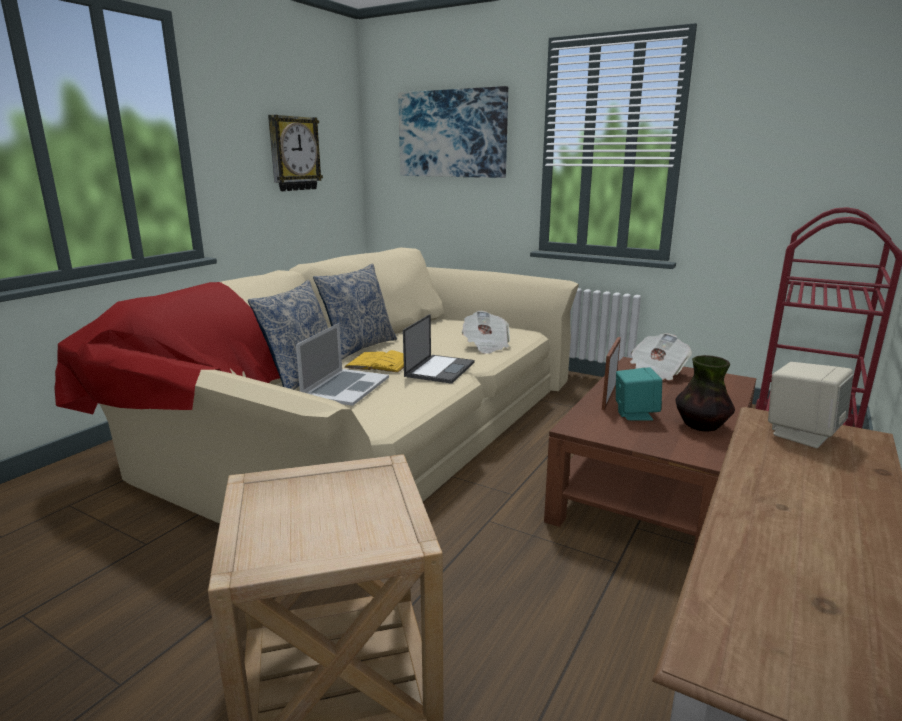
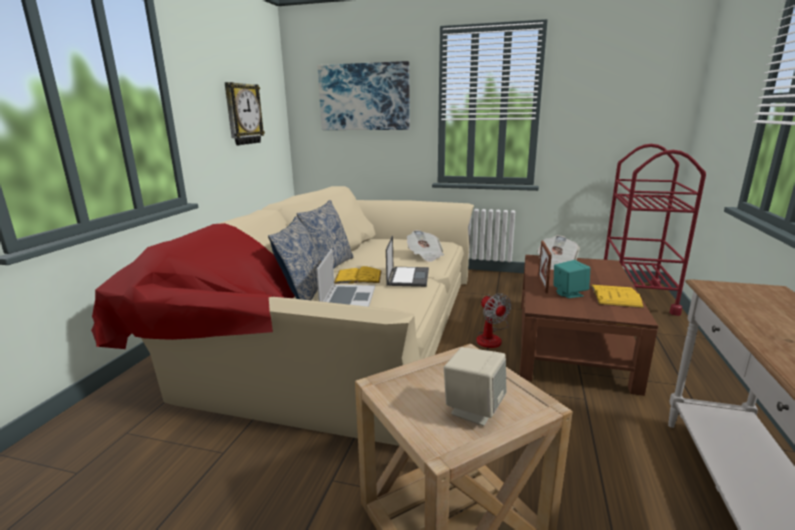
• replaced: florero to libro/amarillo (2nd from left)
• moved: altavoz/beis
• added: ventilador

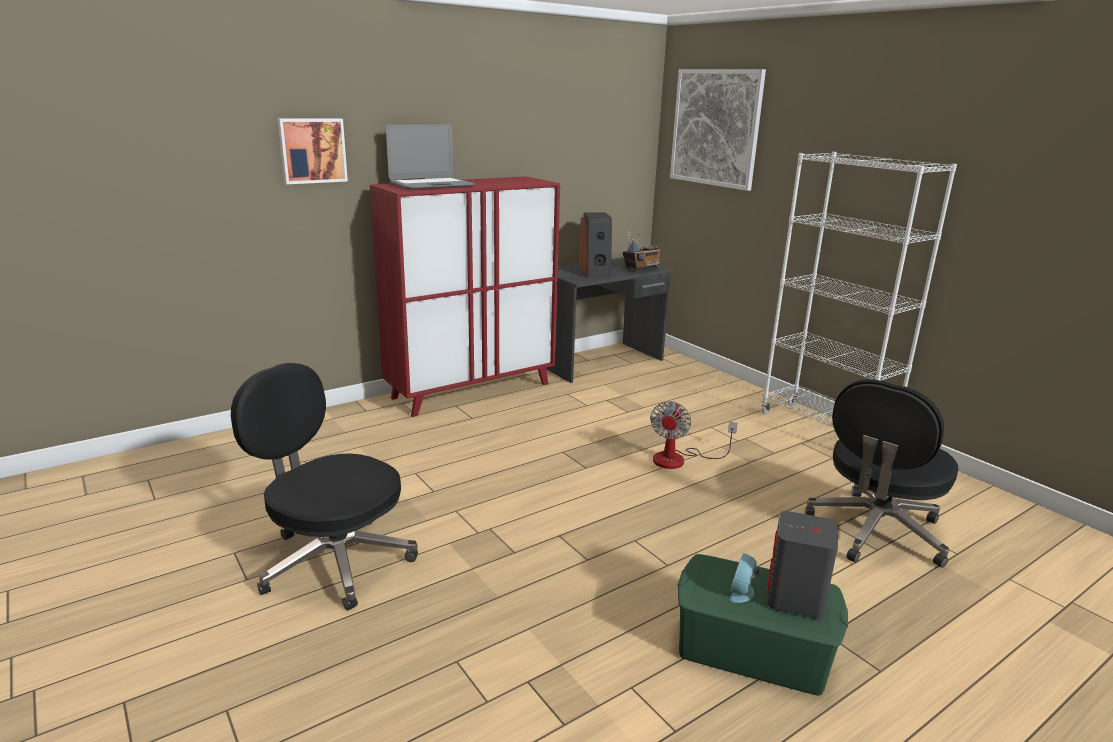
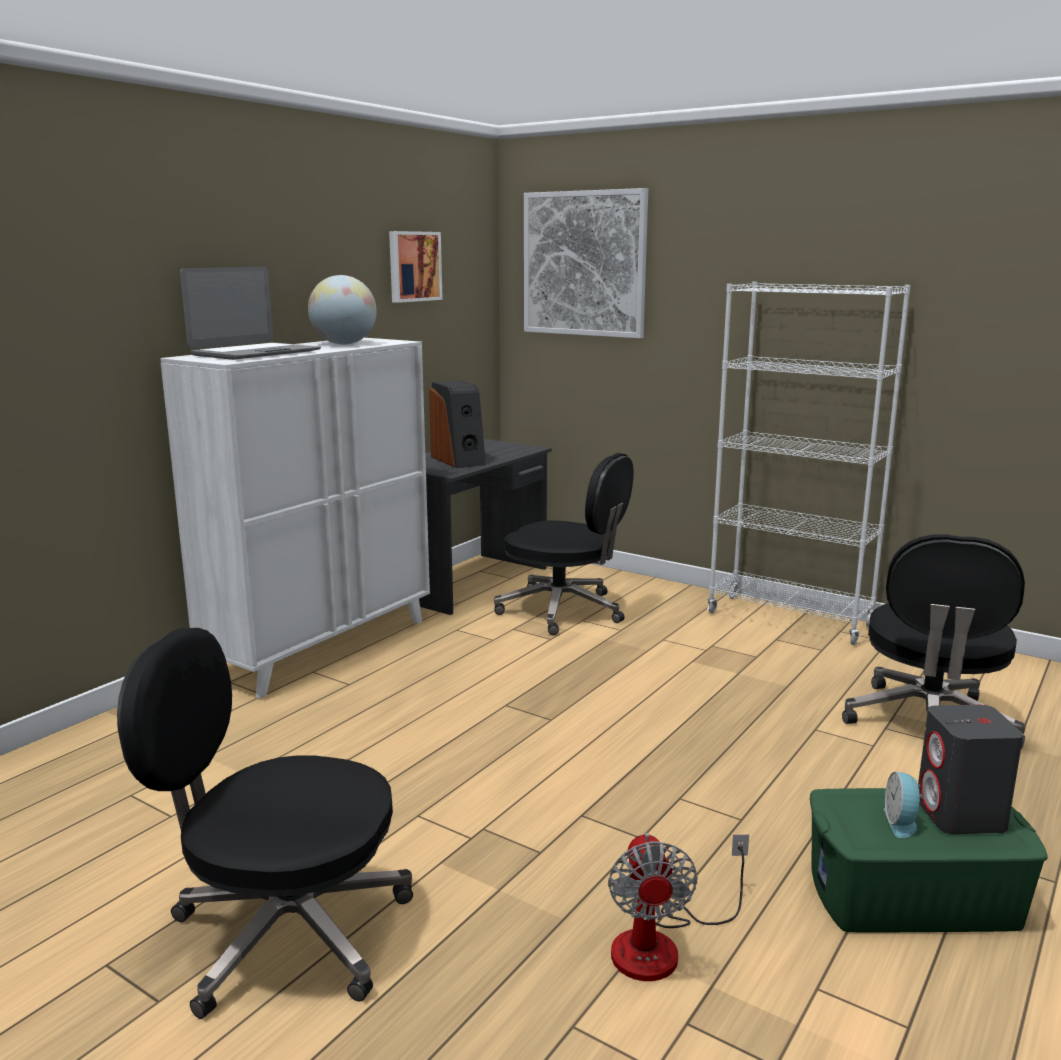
• moved: cuadro (1st from left)
• recoloured: armario/rojo to armario/blanco
• removed: radio
• moved: ventilador
• added: globo terráqueo
• added: silla de oficina/negro (2nd from left)

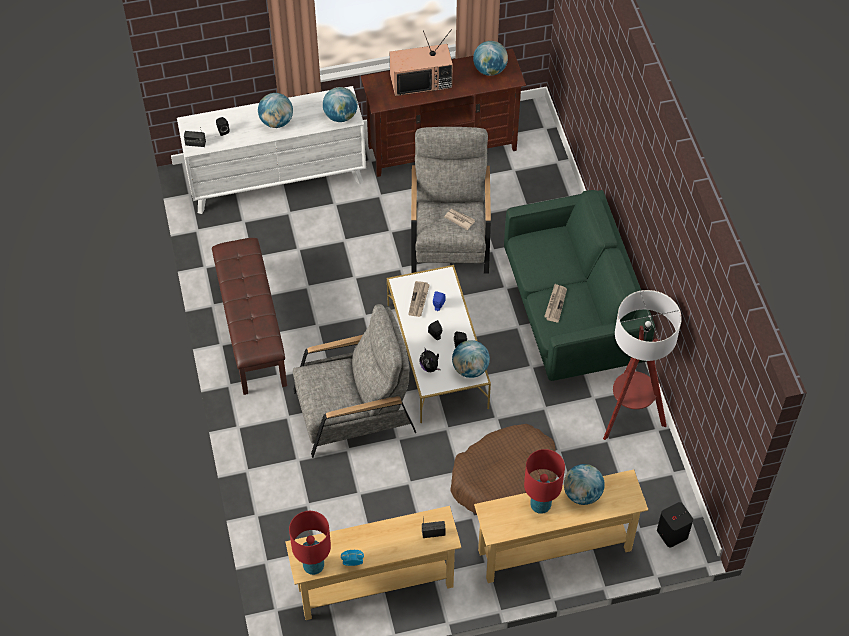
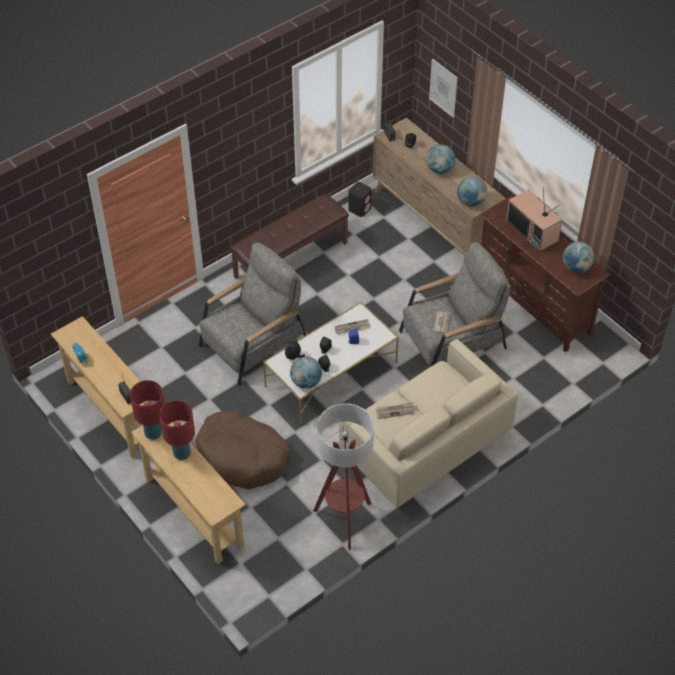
• recoloured: cómoda/blanco to cómoda/marrón
• moved: lámpara de mesa/rojo (1st from left)
• turned: sillón/gris (1st from left) 90 degrees counterclockwise
• recoloured: sofá/verde to sofá/beis
• removed: globo terráqueo (5th from left)
• moved: altavoz/negro (4th from left in the first image) to altavoz/negro (3rd from left)
• added: cuadro

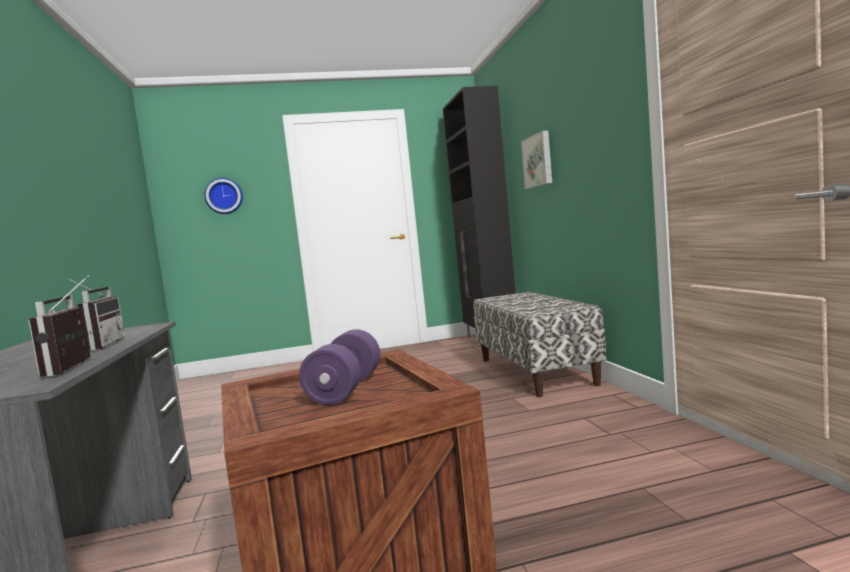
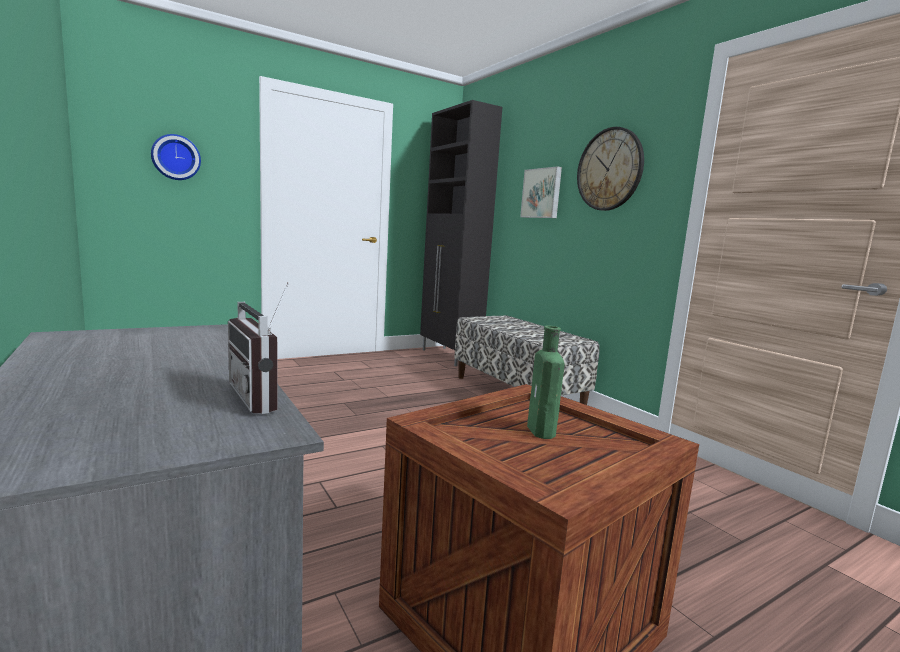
• removed: radio (2nd from left)
• replaced: mancuerna/morado to botella/verde
• added: reloj de pared (2nd from left)

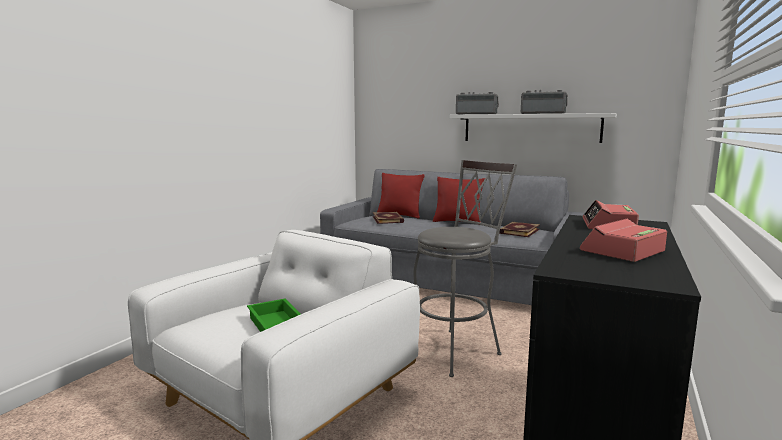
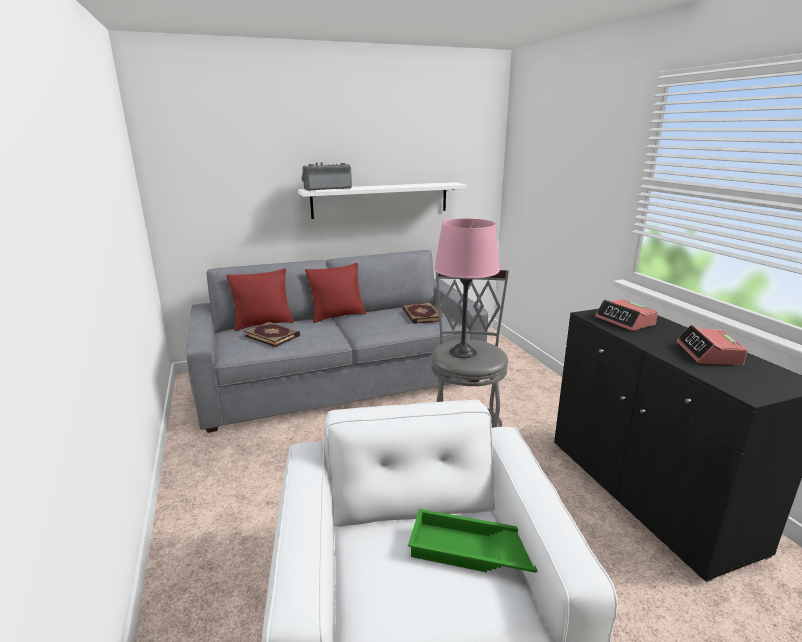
• removed: radio (2nd from left)
• added: lámpara de mesa/rosa

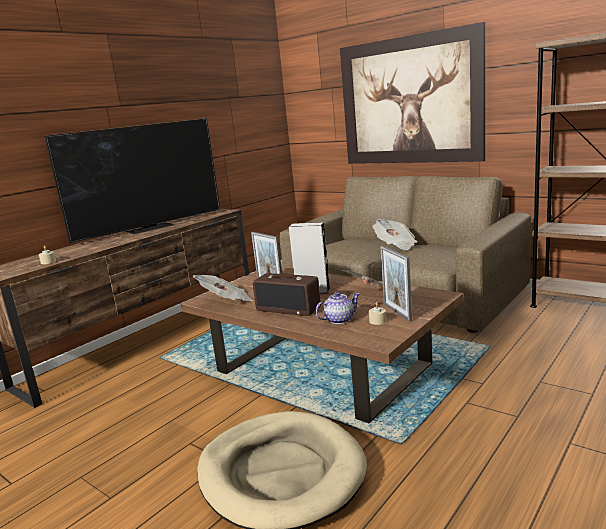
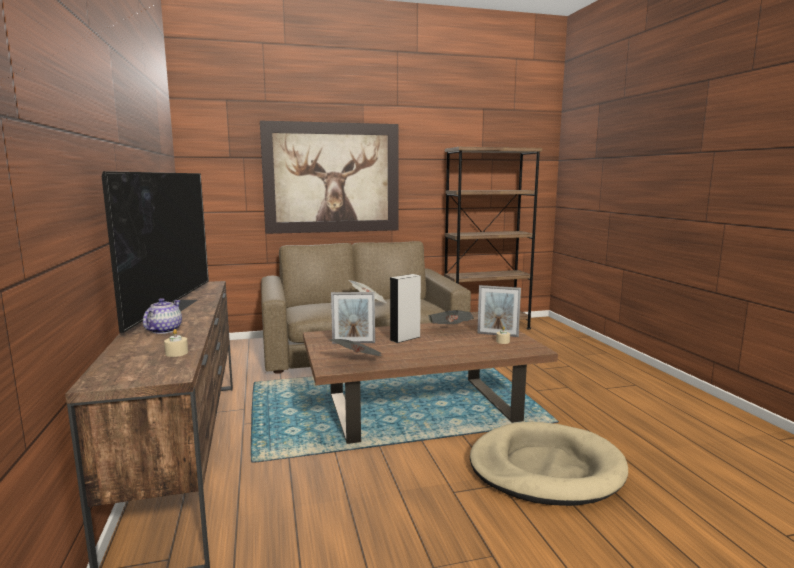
• removed: radio
• moved: tetera

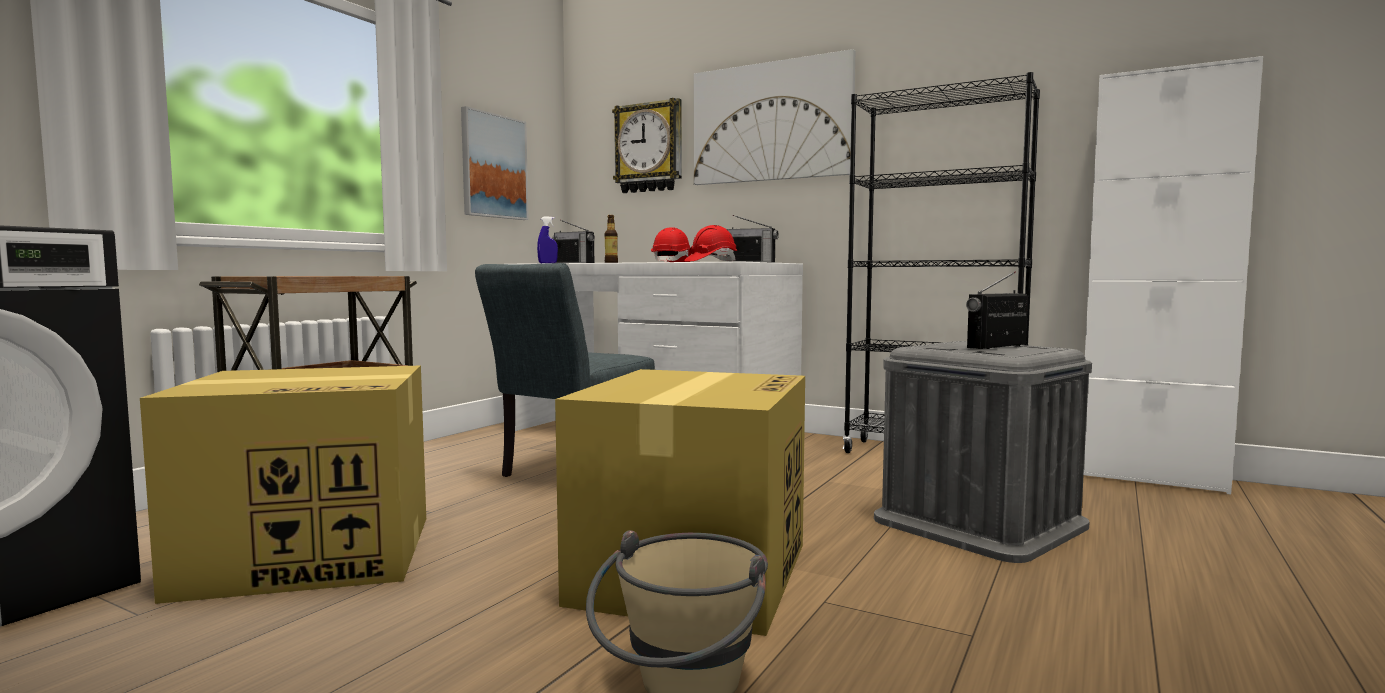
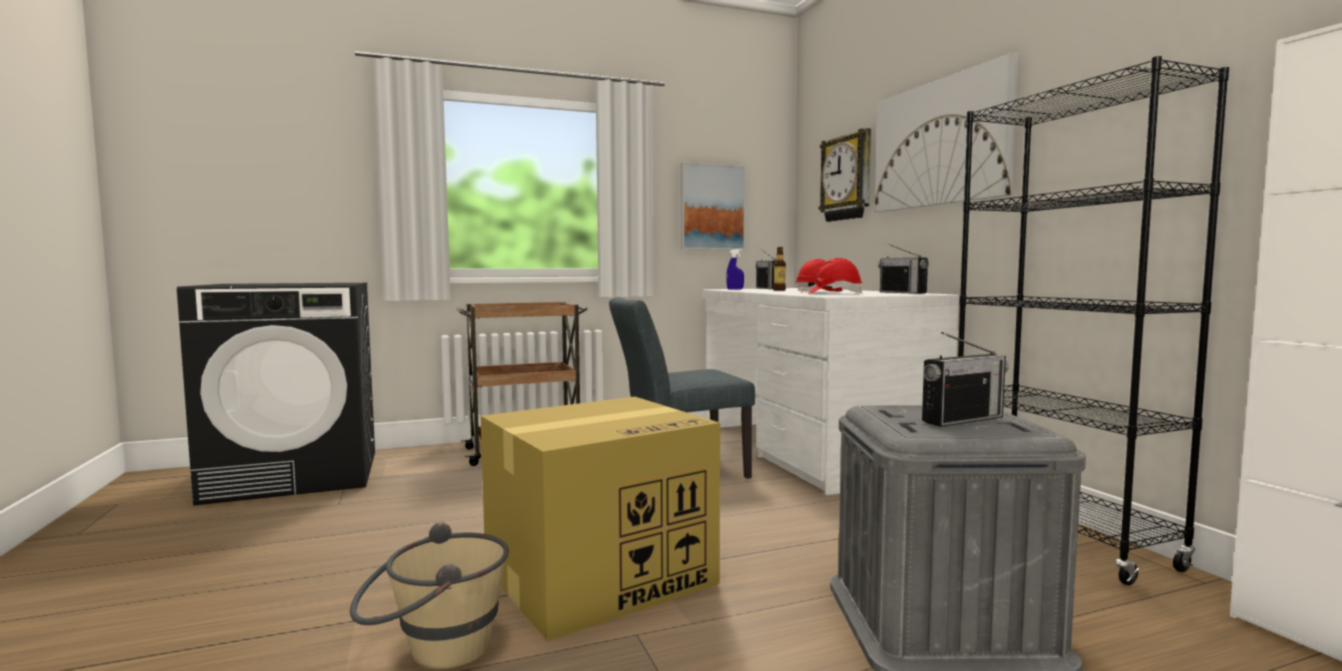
• removed: caja de cartón (1st from left)
• turned: radio (3rd from left) 150 degrees clockwise

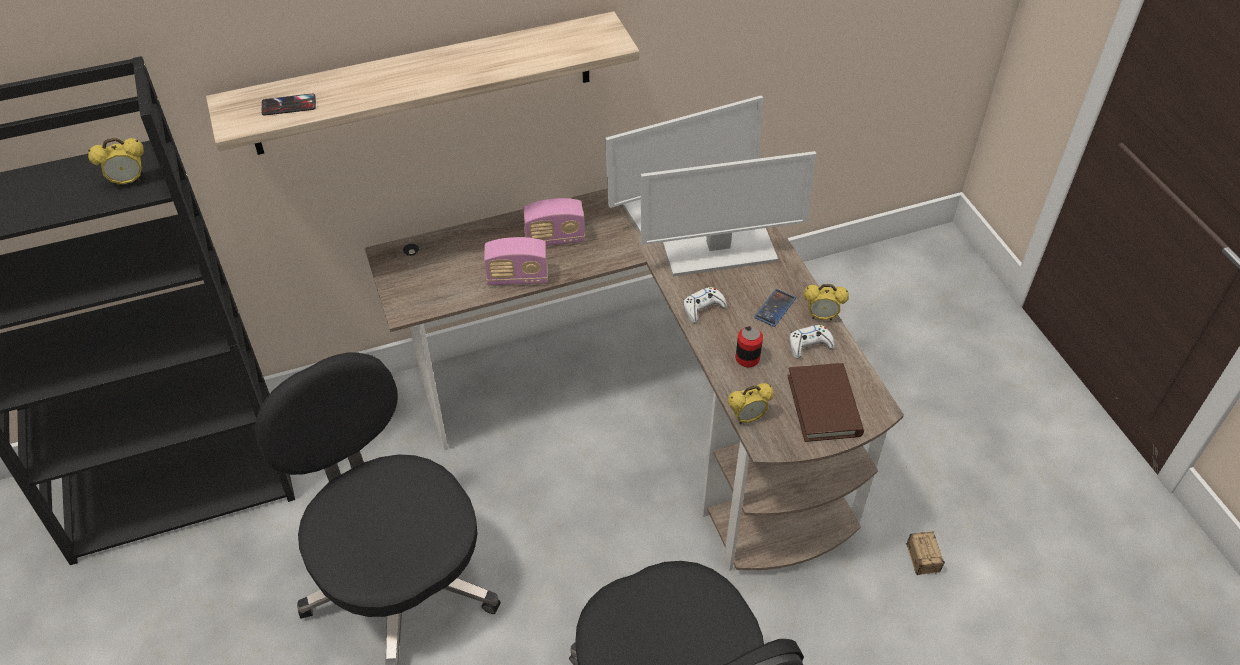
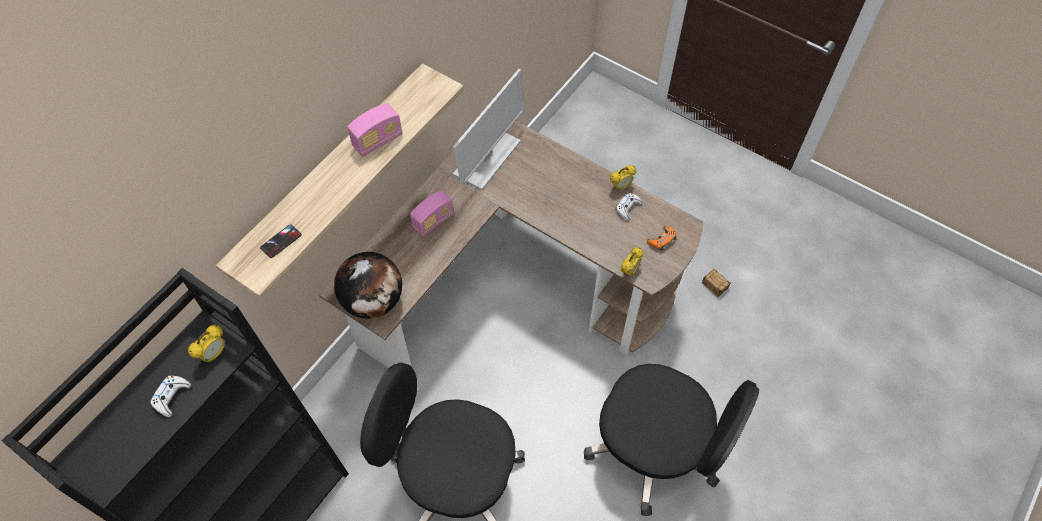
• moved: radio (1st from left)
• removed: monitor (2nd from left)
• moved: mando de consola/blanco (1st from left)
• removed: lata
• removed: móvil (2nd from left)
• replaced: libro/marrón to mando de consola/naranja
• added: globo terráqueo

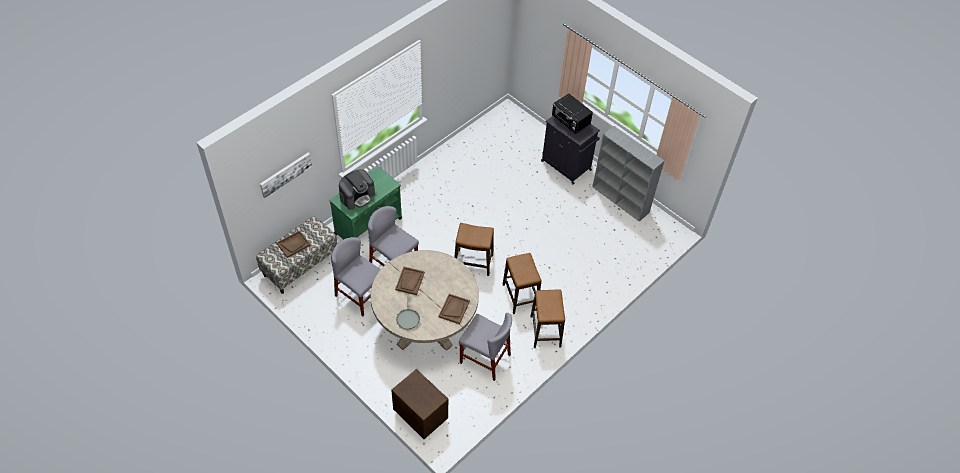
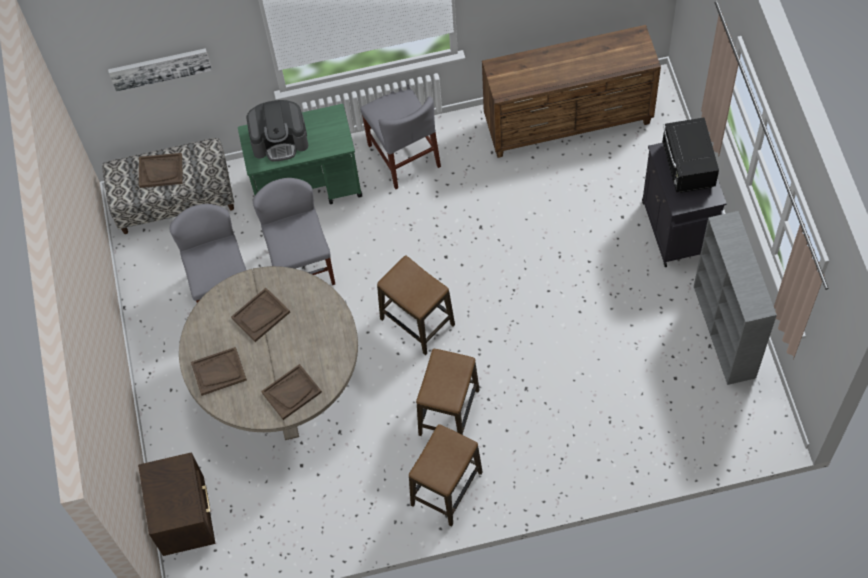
• replaced: sartén/gris to bandeja/marrón (2nd from left)
• moved: silla/gris (3rd from left)
• added: cómoda/marrón

